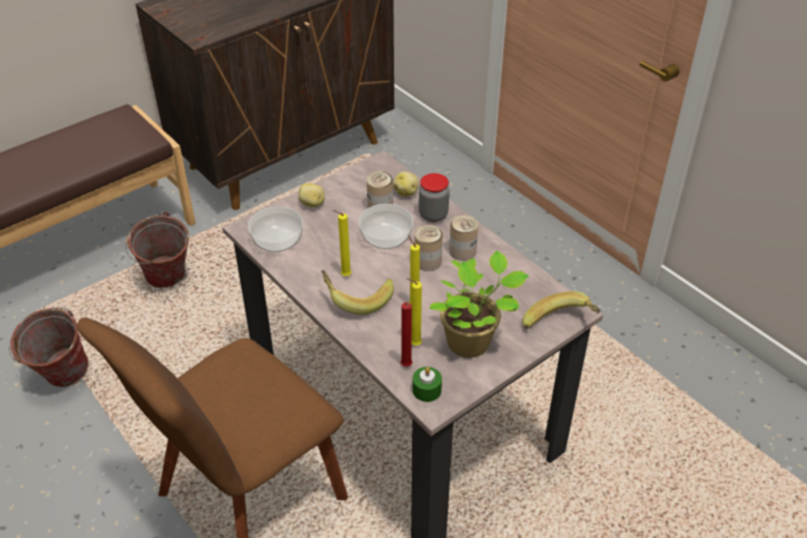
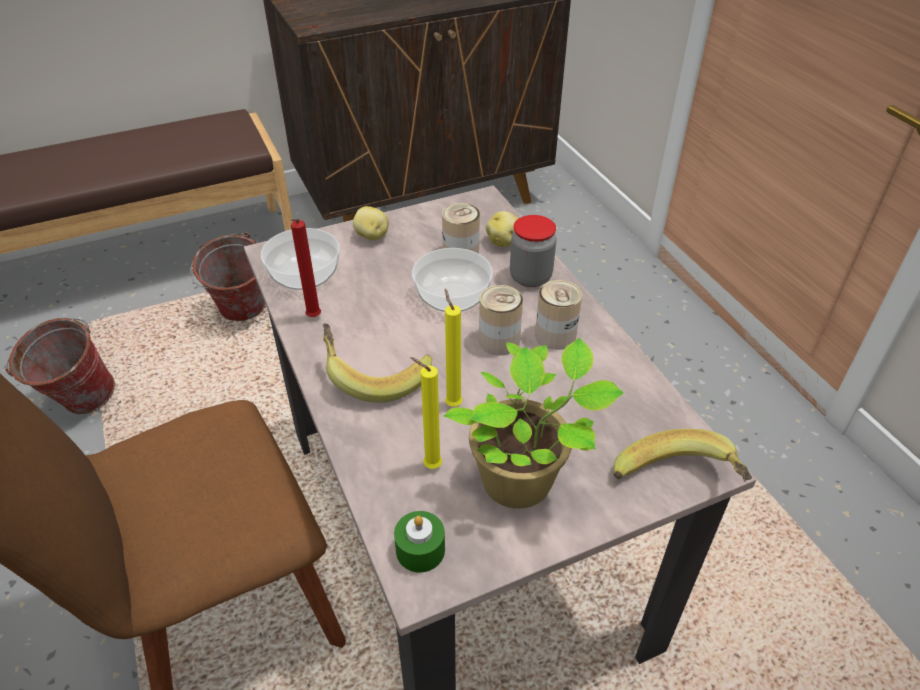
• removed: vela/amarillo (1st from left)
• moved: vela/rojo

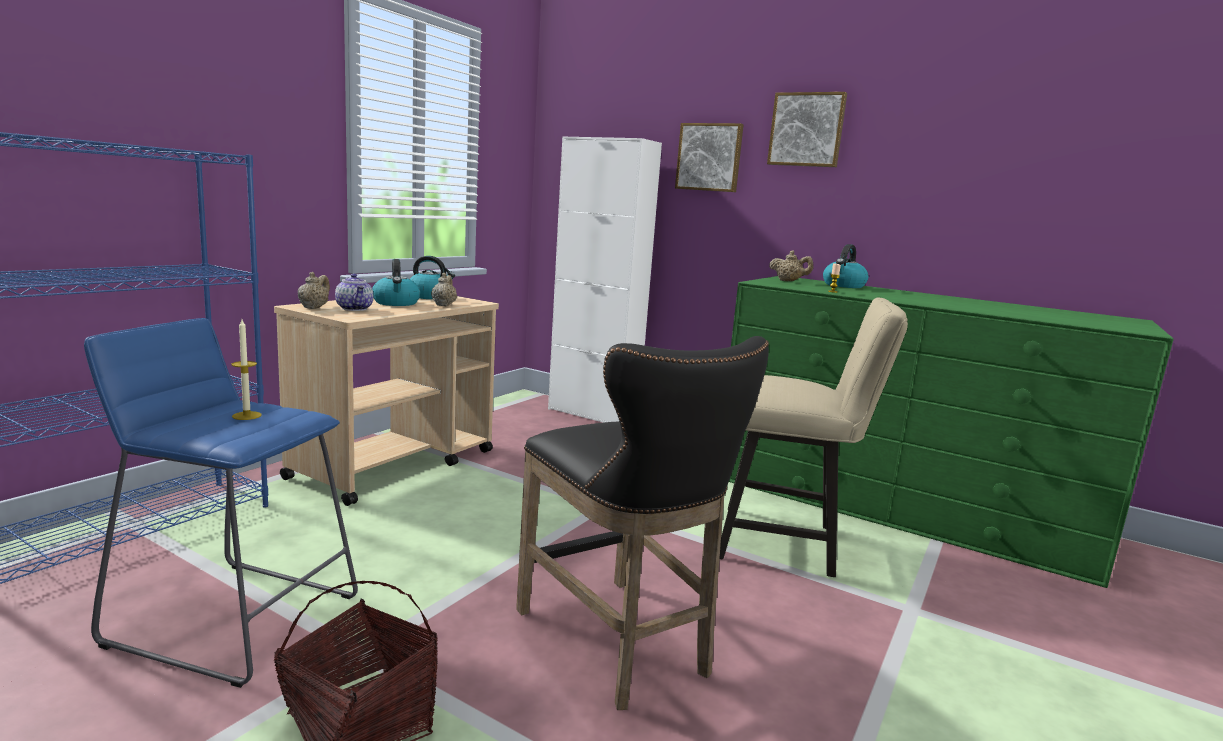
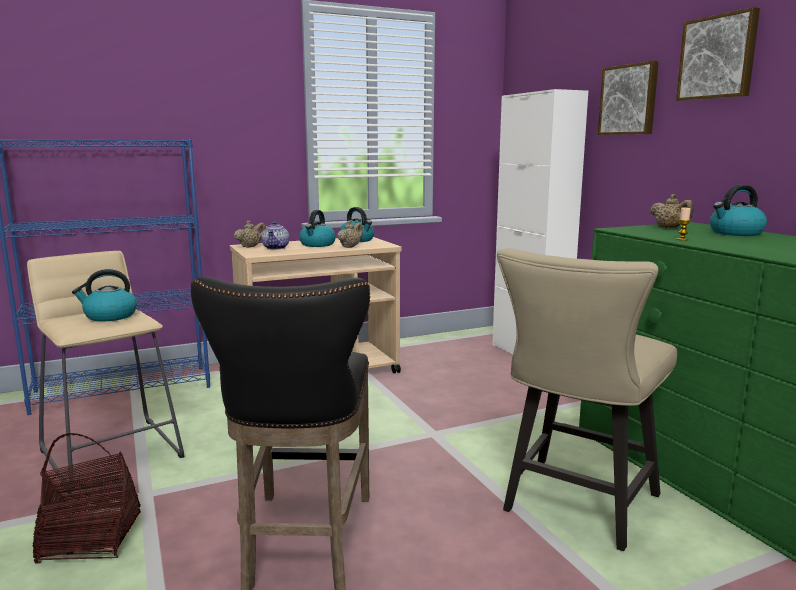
• recoloured: taburete/azul to taburete/beis
• replaced: vela (1st from left) to hervidor (1st from left)
• turned: silla/beis 75 degrees clockwise

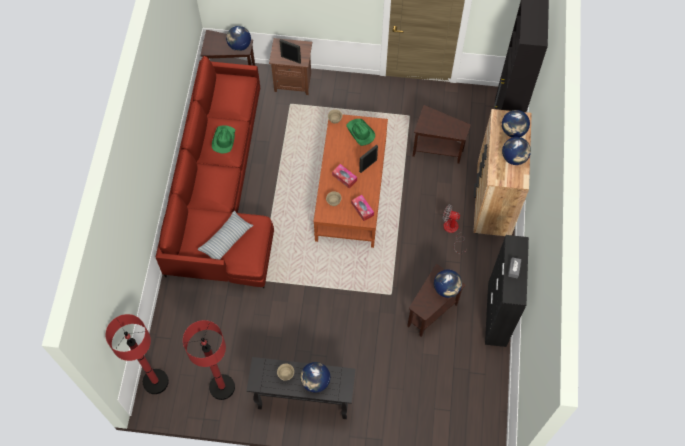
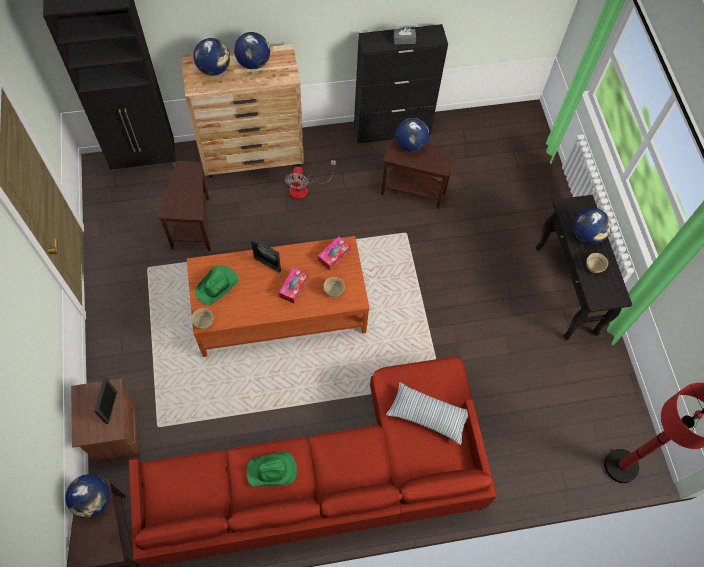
• removed: lámpara de pie/rojo (2nd from left)

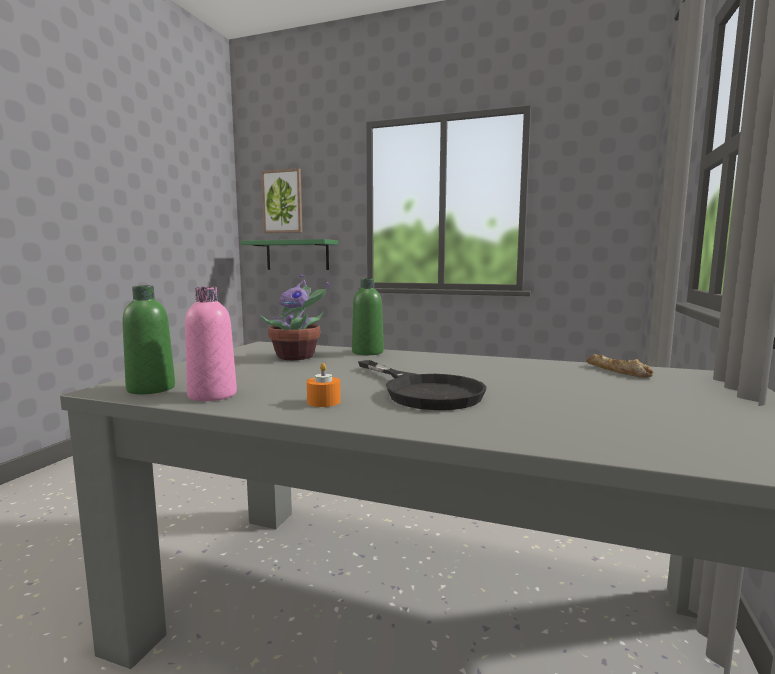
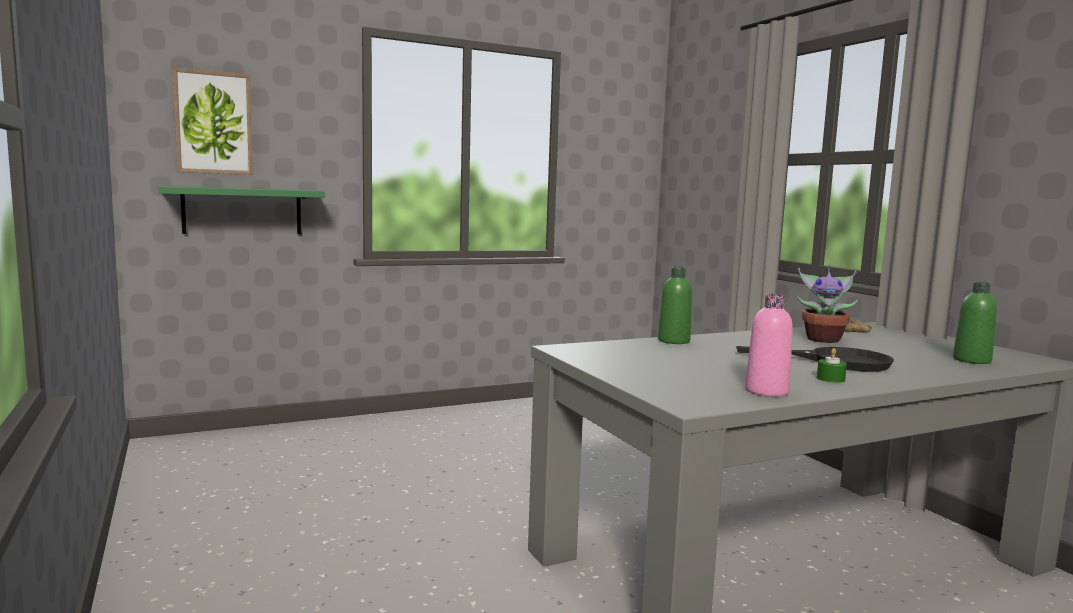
• moved: botella/verde (1st from left in the first image) to botella/verde (2nd from left)
• moved: planta en maceta
• recoloured: vela/naranja to vela/verde

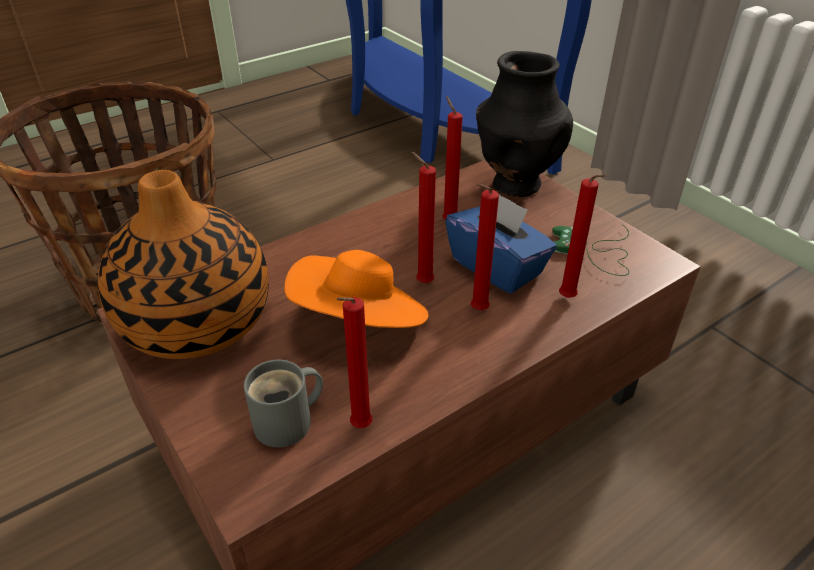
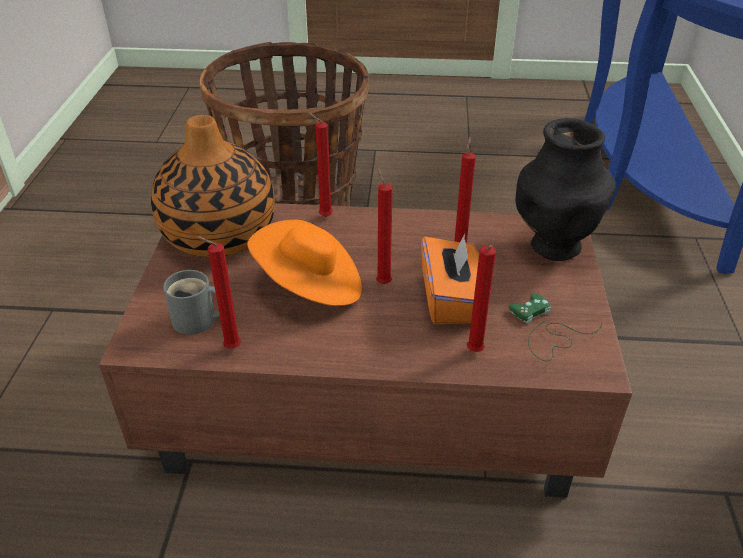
• recoloured: caja de pañuelos/azul to caja de pañuelos/naranja
• moved: vela/rojo (4th from left in the first image) to vela/rojo (2nd from left)

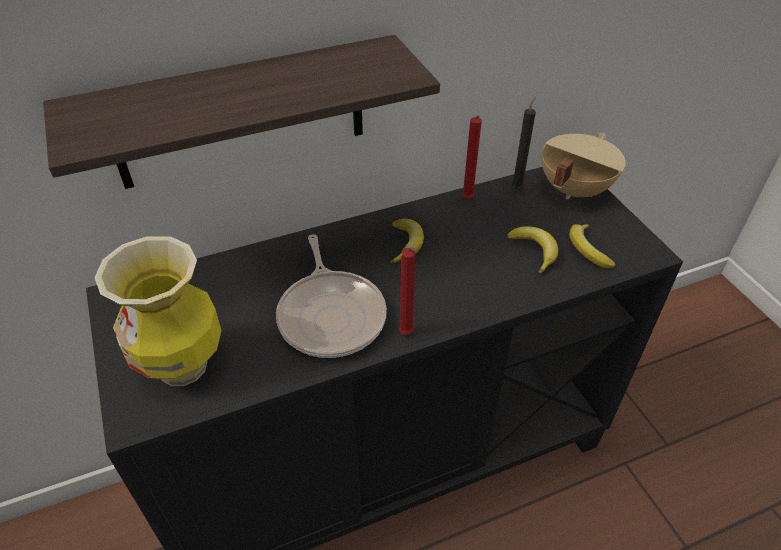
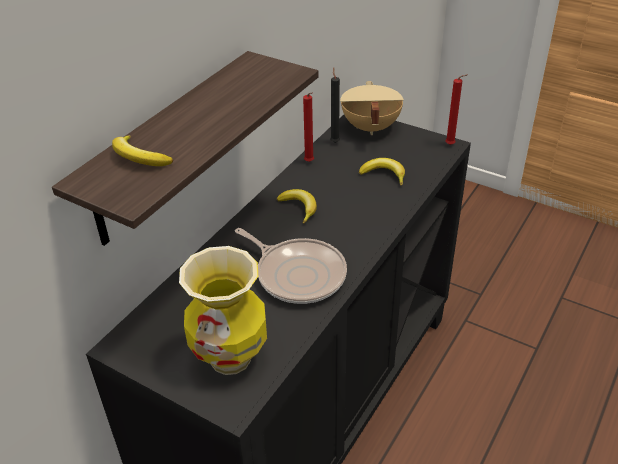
• moved: vela/rojo (1st from left in the first image) to vela/rojo (2nd from left)
• moved: plátano (3rd from left in the first image) to plátano (1st from left)

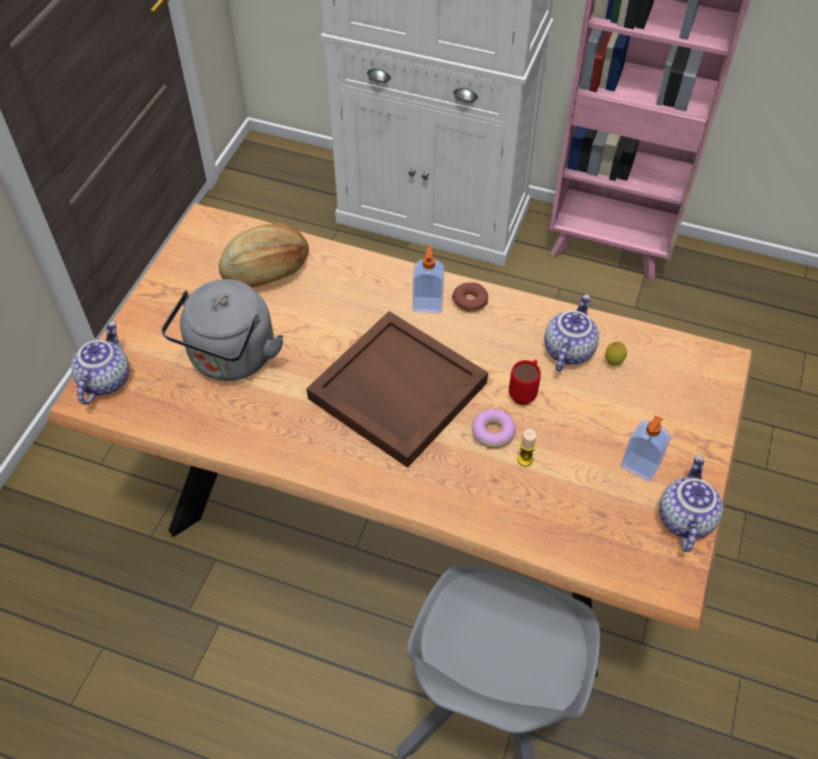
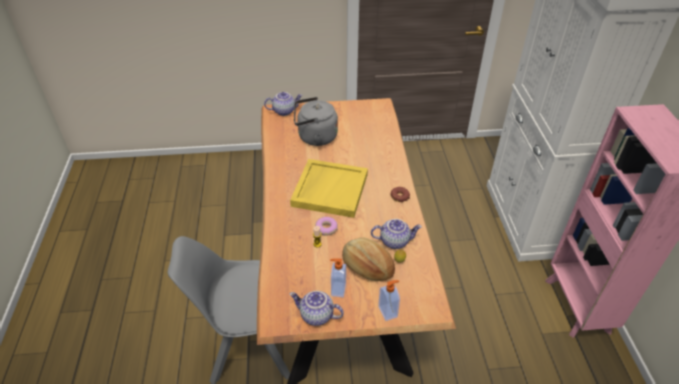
• moved: pan
• recoloured: bandeja/marrón to bandeja/amarillo
• moved: dispensador de jabón (1st from left in the first image) to dispensador de jabón (2nd from left)
• removed: taza grande/rojo
• turned: tetera (3rd from left in the first image) 150 degrees counterclockwise

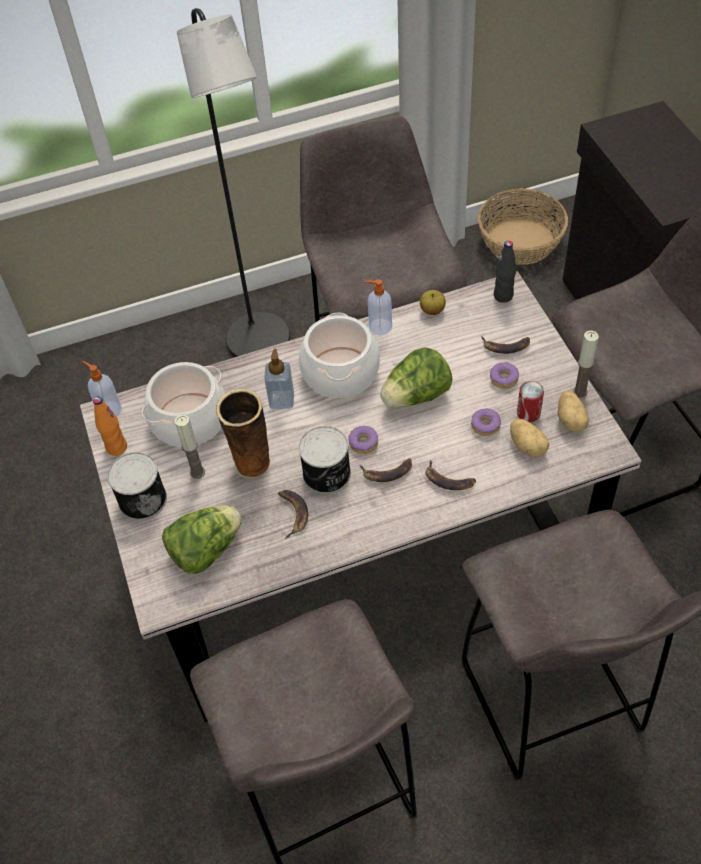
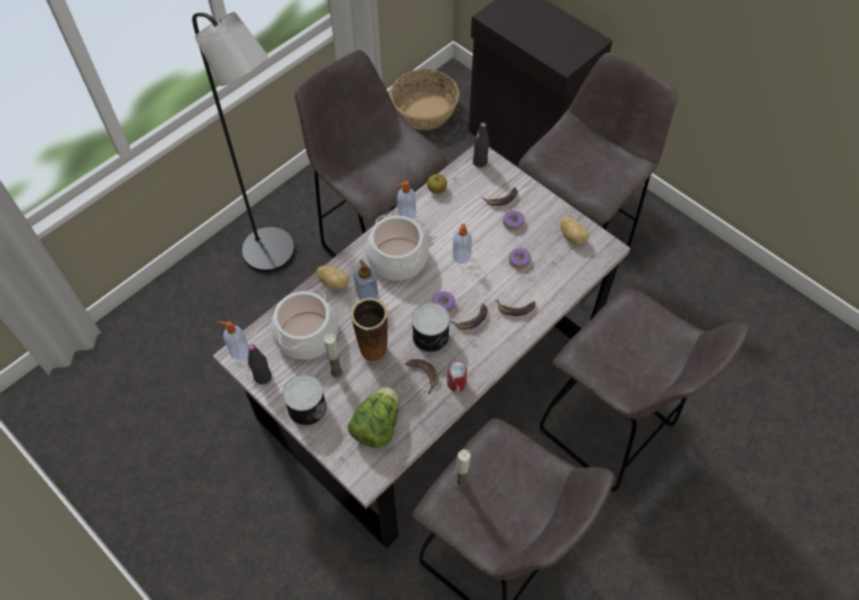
• recoloured: botella/naranja to botella/negro (1st from left)
• replaced: lechuga (2nd from left) to dispensador de jabón (4th from left)
• moved: patata (1st from left)
• moved: lata (3rd from left)
• moved: vela (2nd from left)

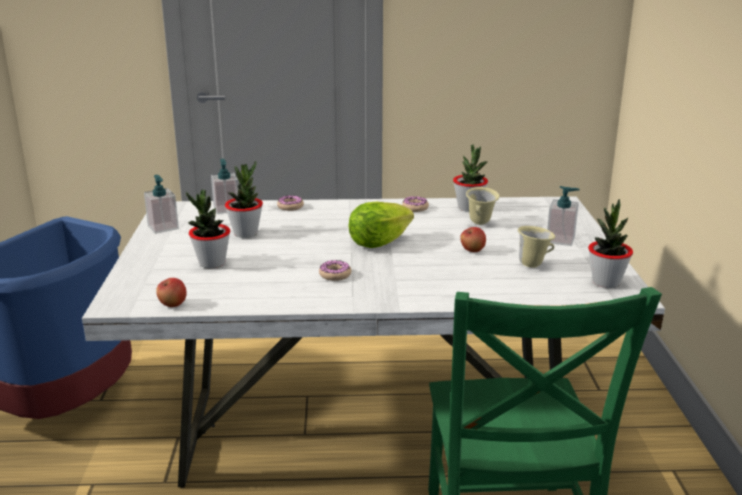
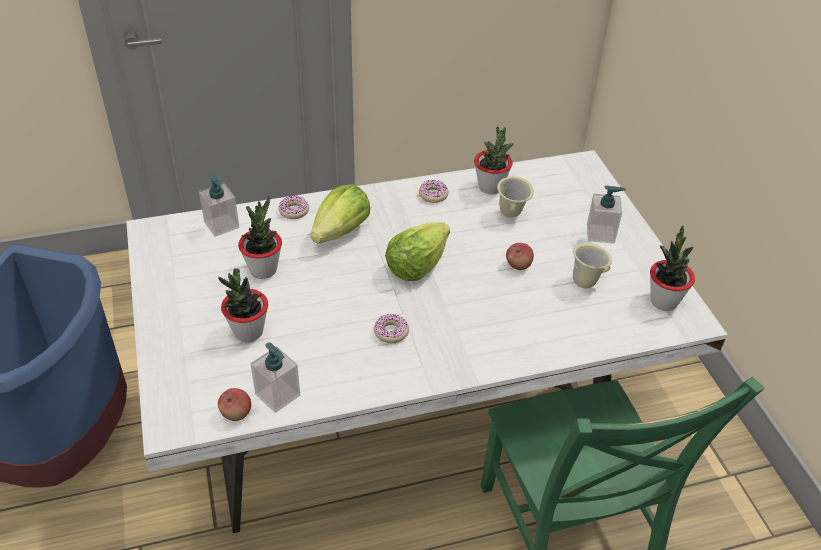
• moved: dispensador de jabón (1st from left in the first image) to dispensador de jabón (2nd from left)
• added: lechuga (1st from left)

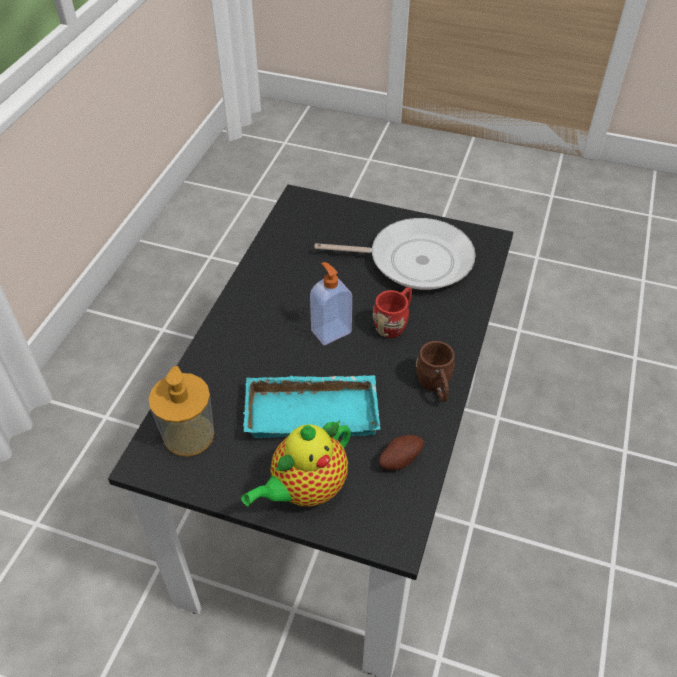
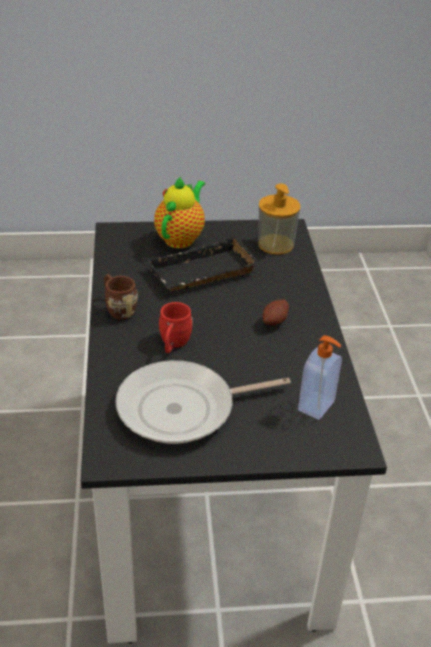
• recoloured: bandeja/turquesa to bandeja/negro
• moved: dispensador de jabón (2nd from left)
• moved: patata

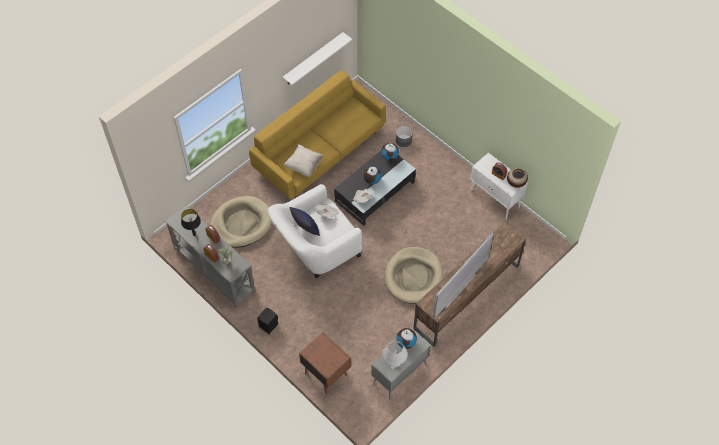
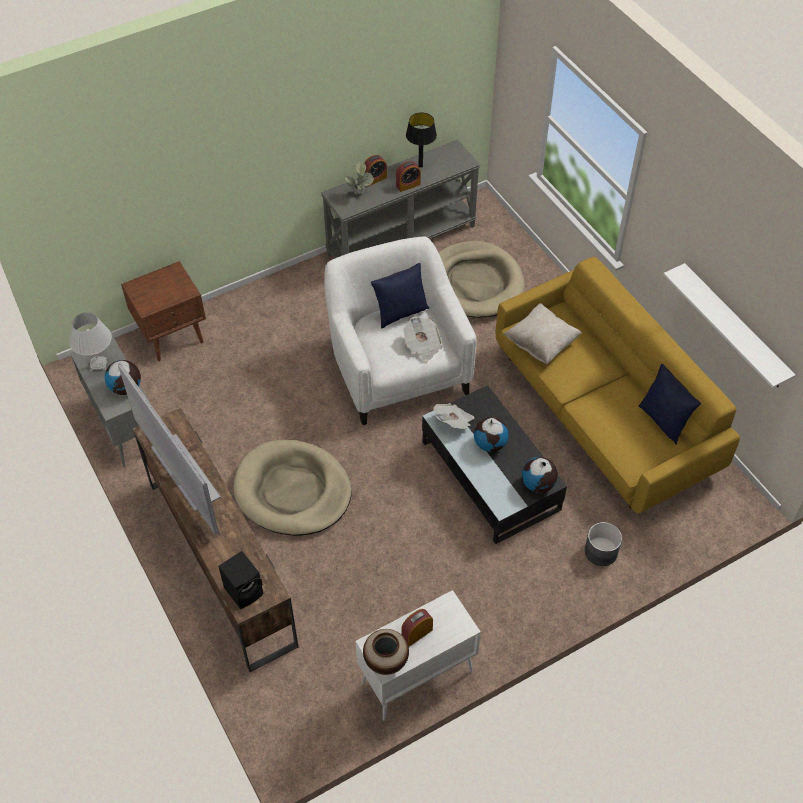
• moved: altavoz/negro
• added: cojín/azul (2nd from left)

